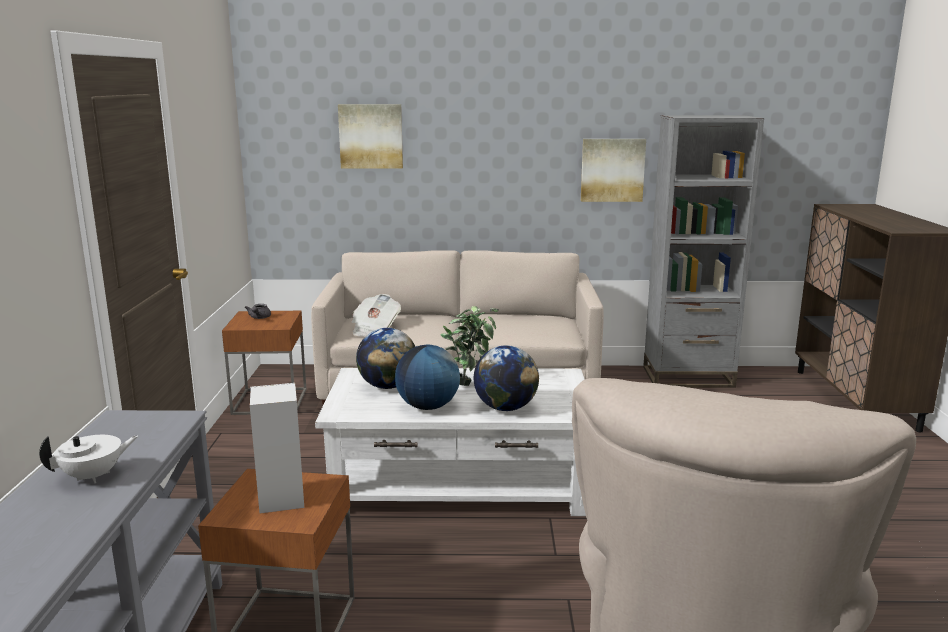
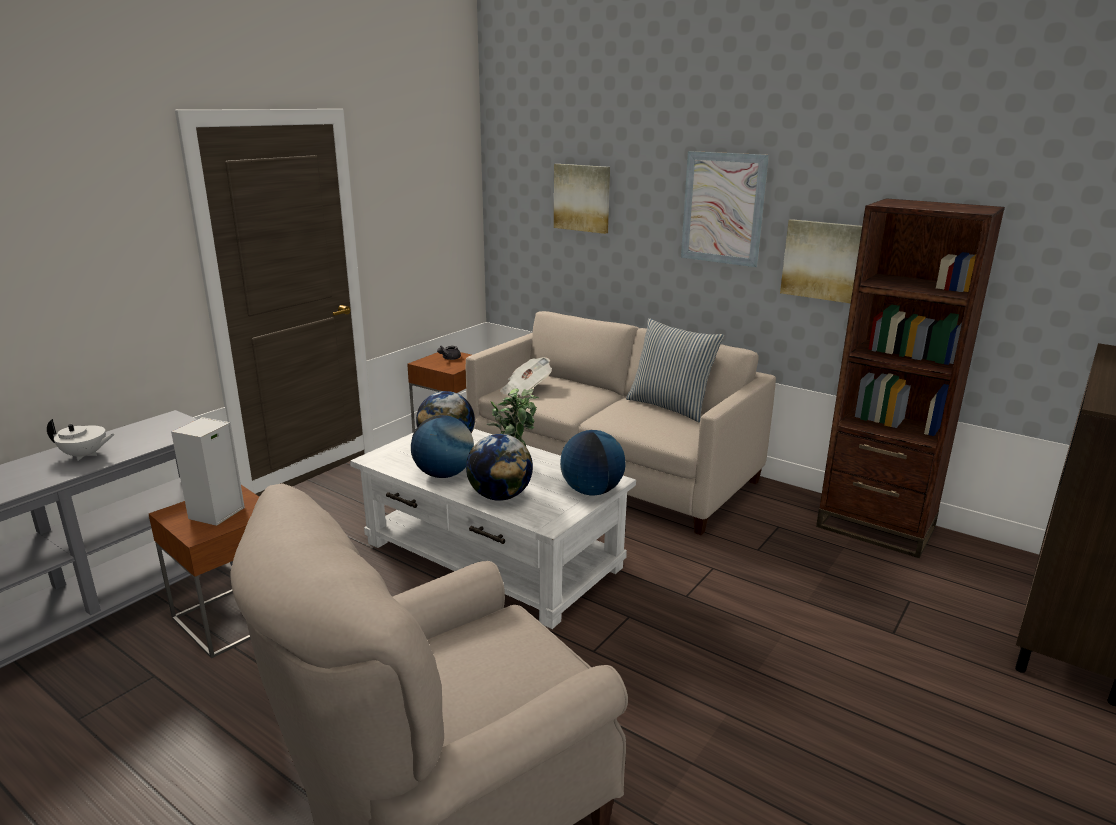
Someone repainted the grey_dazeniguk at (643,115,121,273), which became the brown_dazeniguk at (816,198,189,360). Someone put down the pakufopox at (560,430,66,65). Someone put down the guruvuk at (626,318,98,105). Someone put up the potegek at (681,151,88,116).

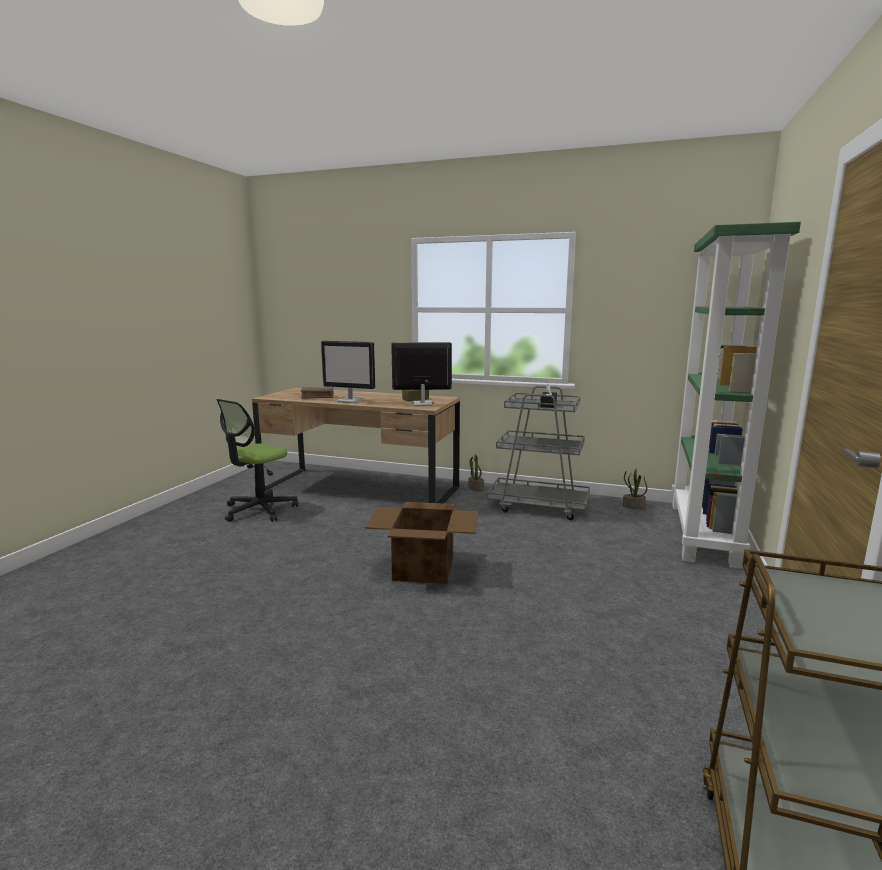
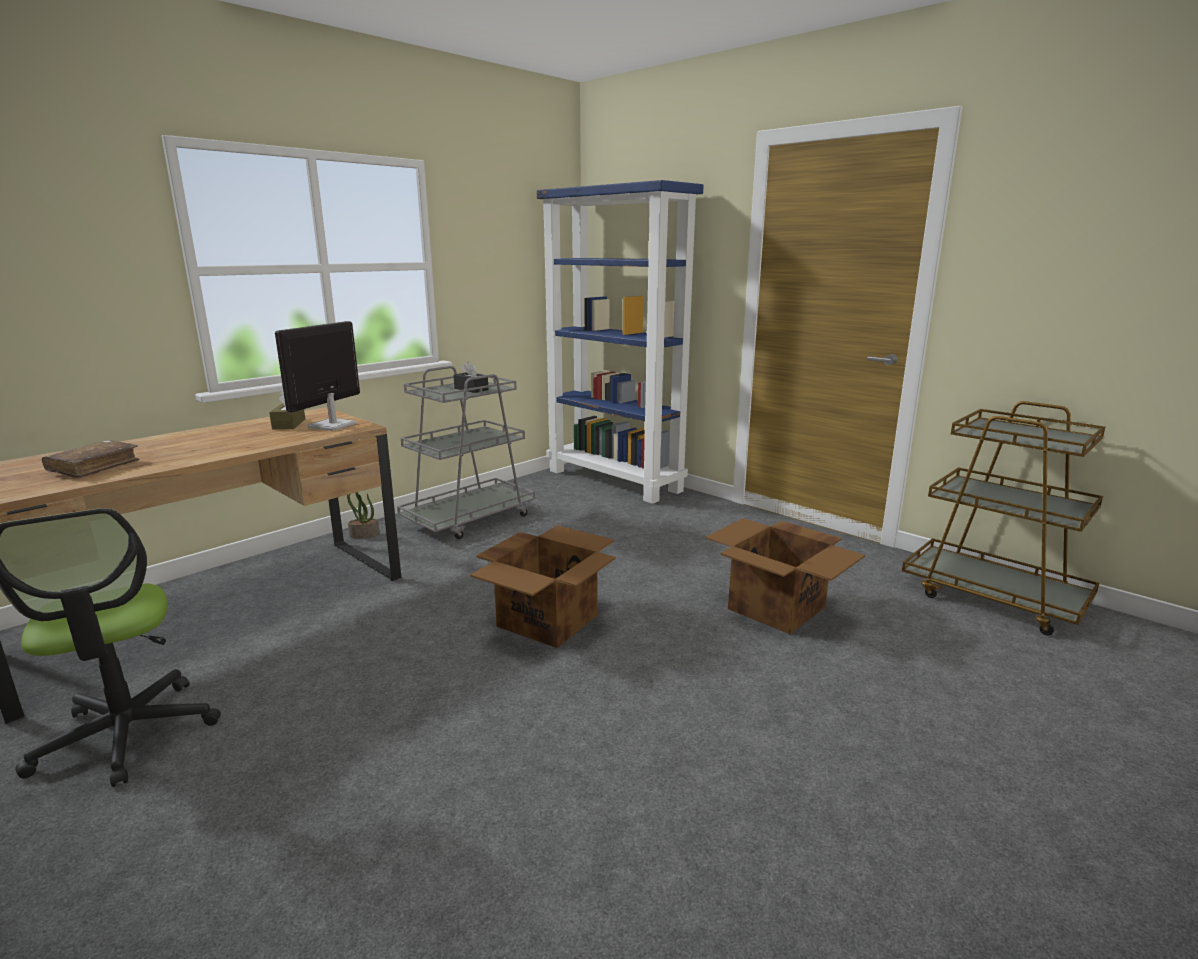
Someone took away the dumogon at (321,341,54,62). Someone took away the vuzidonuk at (623,469,24,40). Someone repainted the green_dazeniguk at (672,222,129,347), which became the blue_dazeniguk at (537,180,167,324). Someone put down the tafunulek at (705,518,160,116).

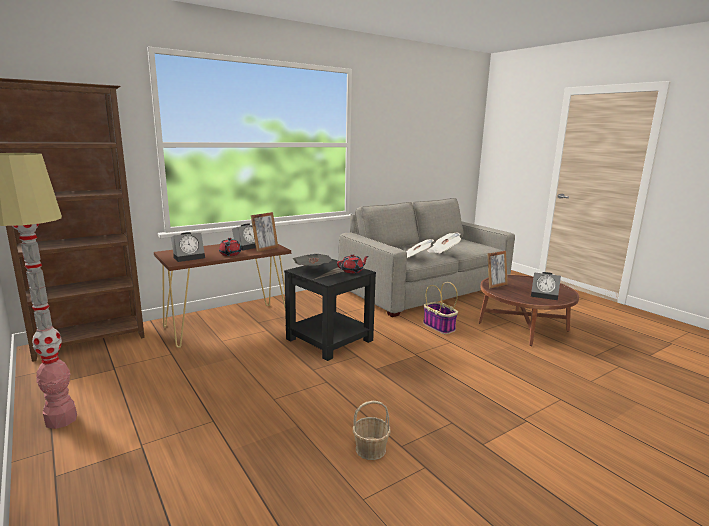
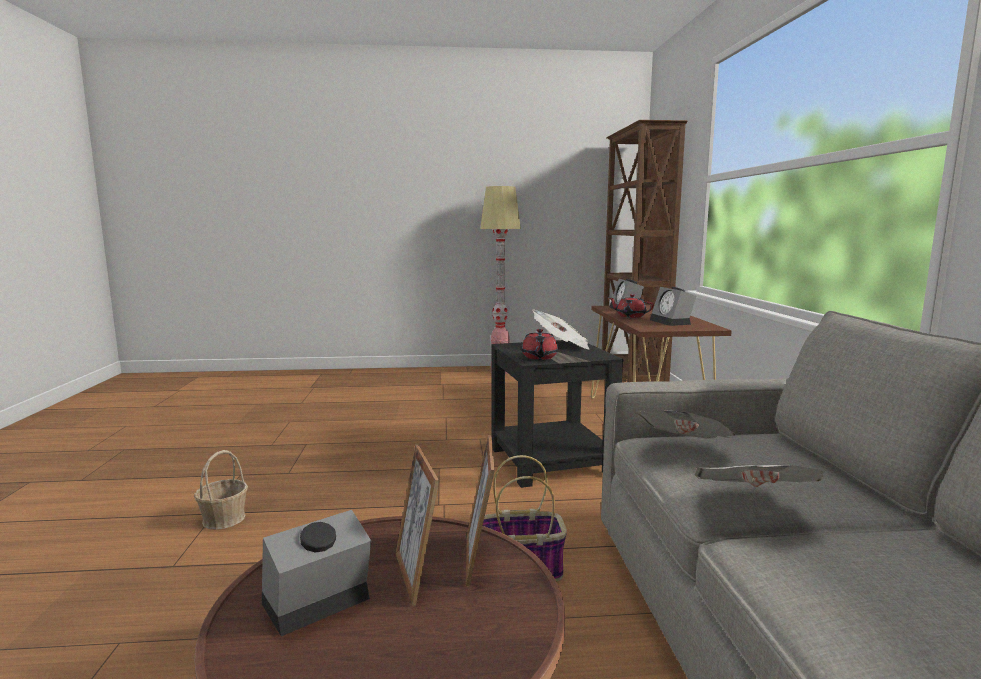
Someone carried the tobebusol from (251,212,27,40) to (396,445,43,161). Someone carried the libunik from (353,401,38,59) to (194,450,54,80).

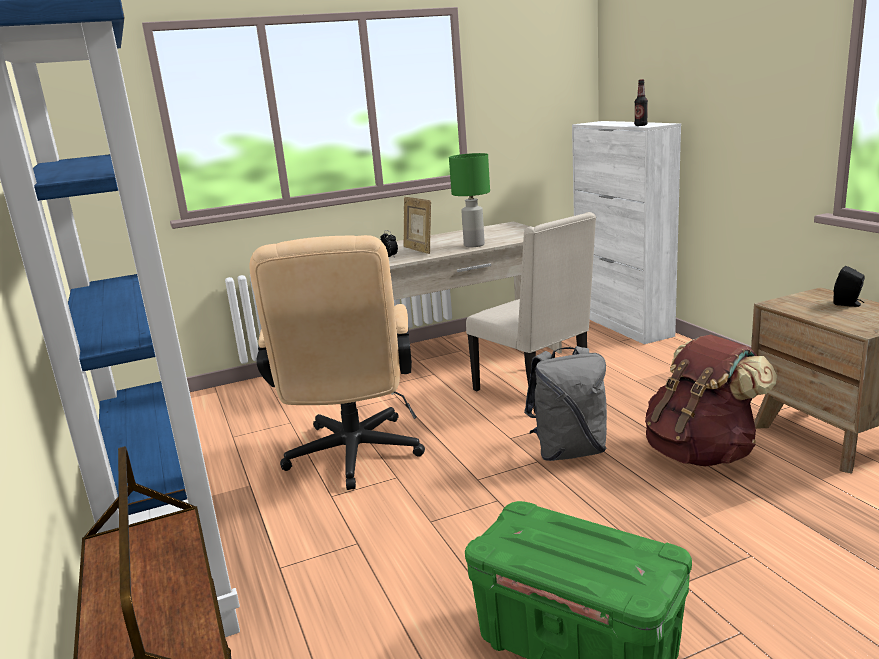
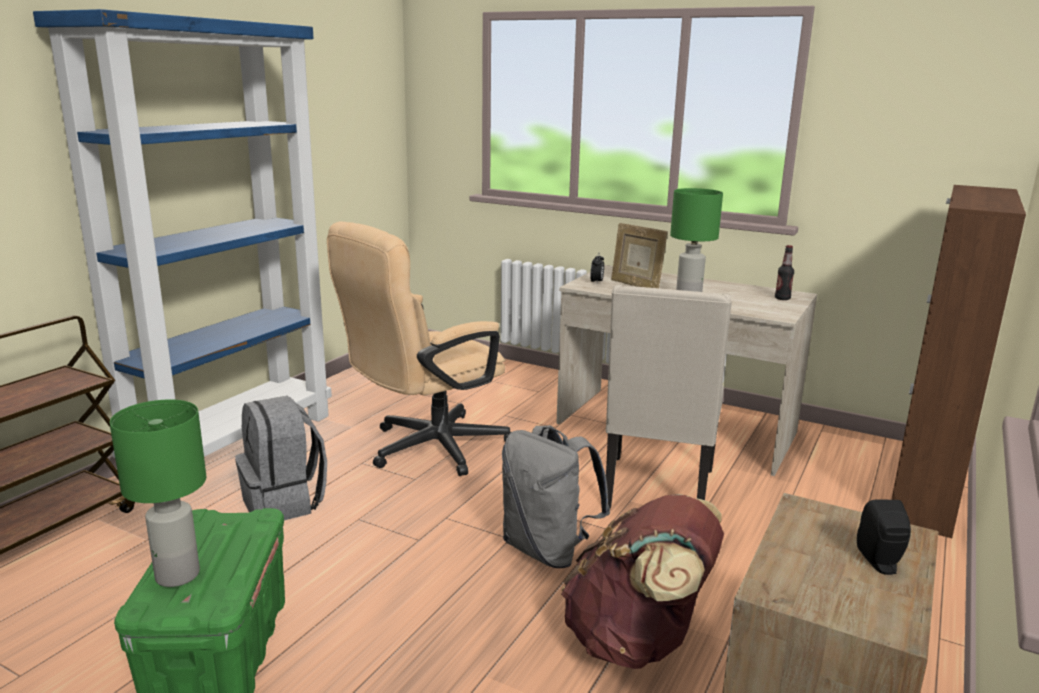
Someone rotated the tobebusol at (403,197,28,57) by 60 degrees counterclockwise. Someone repainted the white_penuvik at (572,121,109,223), which became the brown_penuvik at (892,185,134,353). Someone carried the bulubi from (634,79,14,47) to (775,245,19,55). Someone put down the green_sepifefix at (110,399,96,188). Someone put down the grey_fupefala at (235,396,92,124).

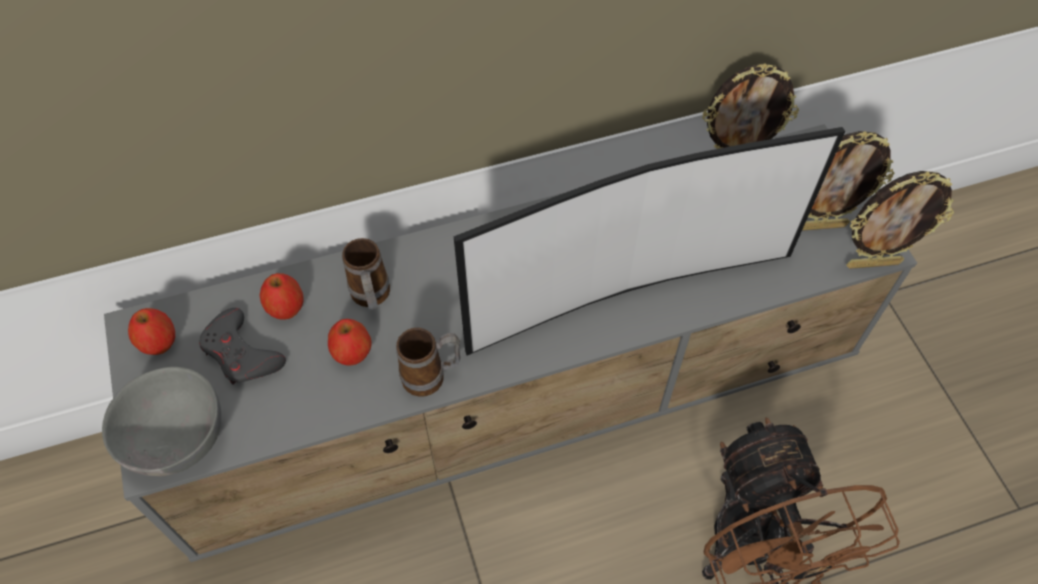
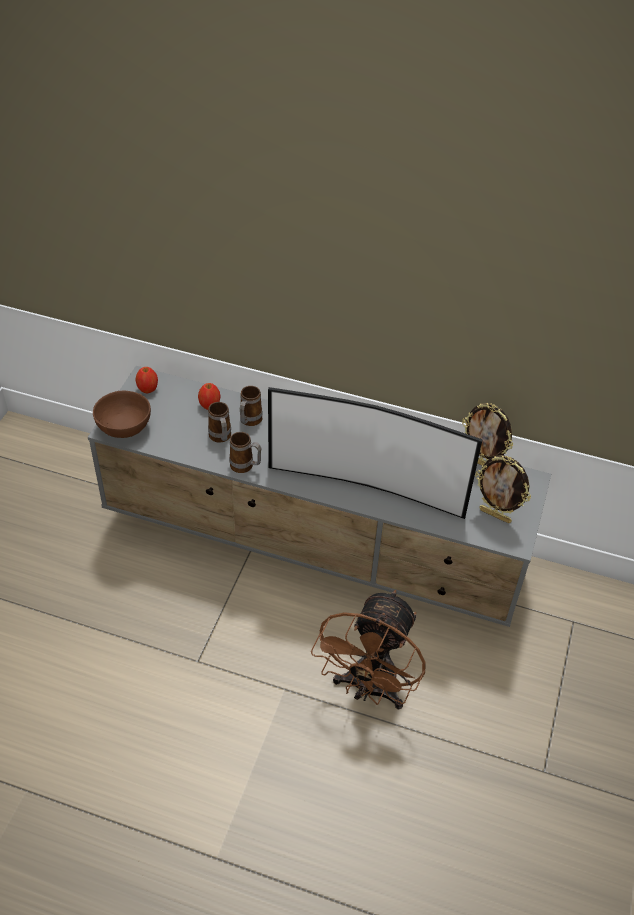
Someone repainted the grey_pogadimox at (102,367,119,109), which became the brown_pogadimox at (93,391,58,47). Someone took away the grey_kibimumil at (199,308,87,76). Someone swapped the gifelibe at (328,319,44,47) for the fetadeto at (208,402,23,41). Someone took away the tobebusol at (846,171,108,98).

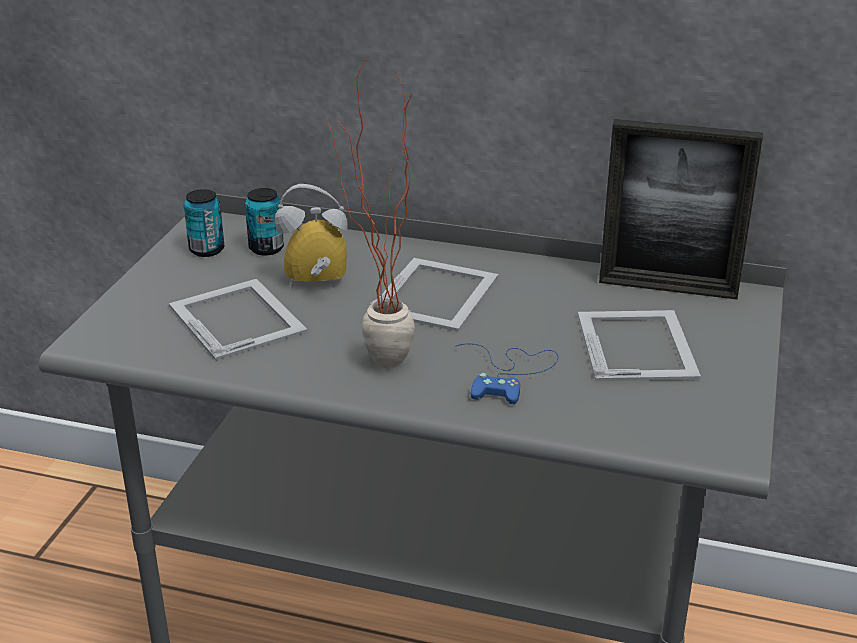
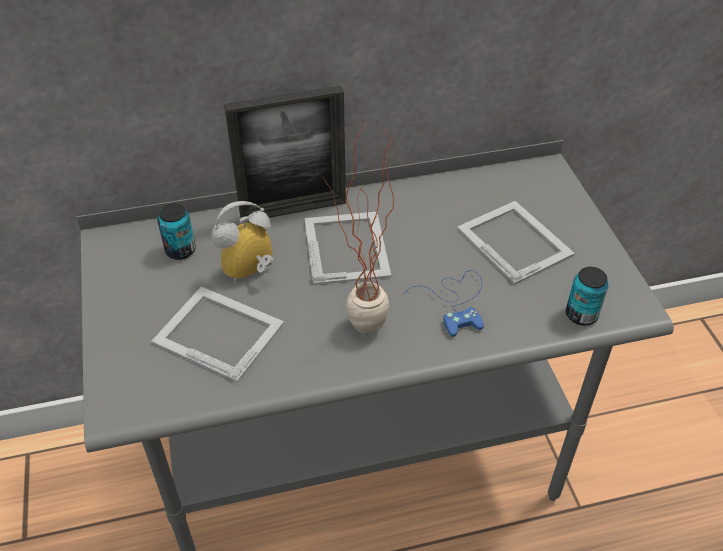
Someone carried the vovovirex from (184,189,40,68) to (566,267,43,59). Someone carried the tobebusol from (599,119,164,181) to (224,85,122,137).

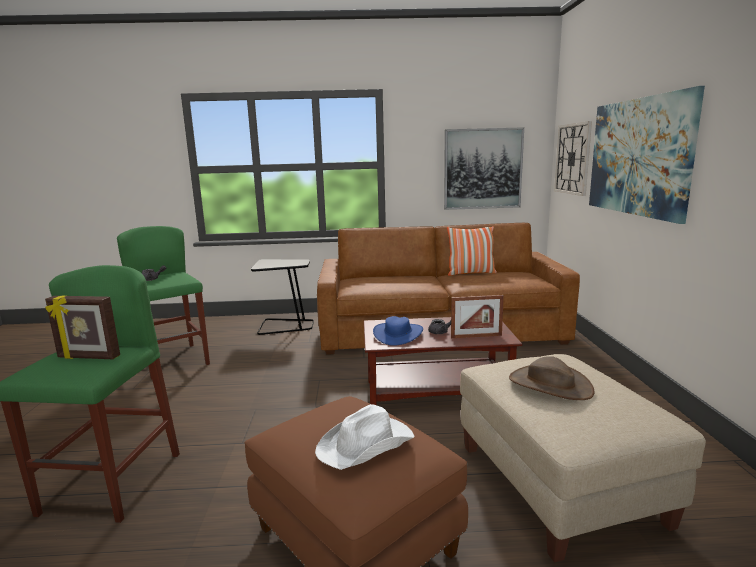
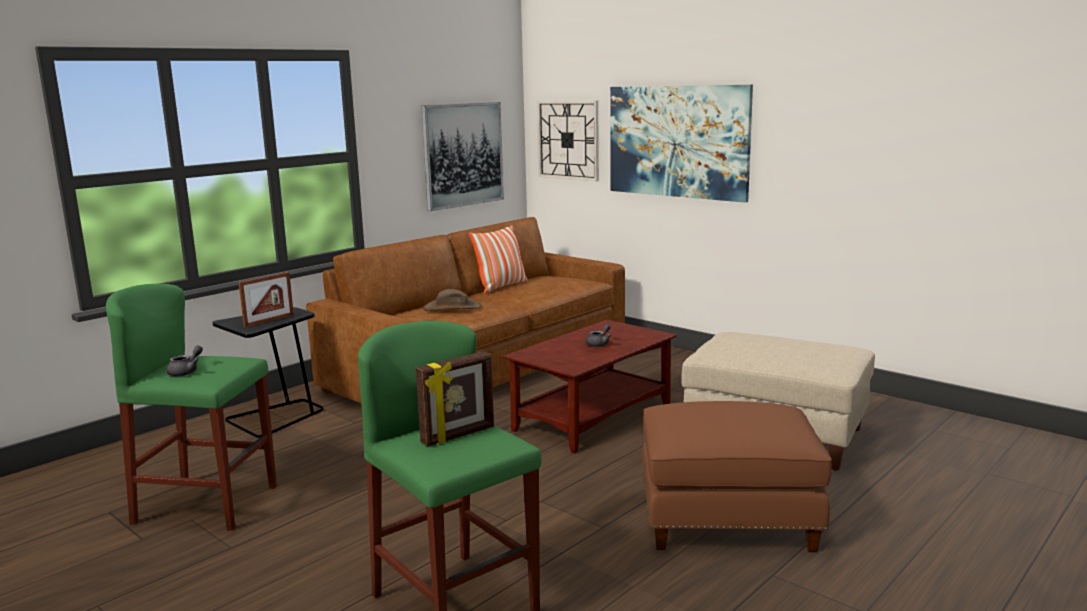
Someone took away the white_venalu at (315,404,100,66). Someone took away the blue_venalu at (373,316,50,30). Someone carried the tobebusol from (451,295,53,43) to (238,272,56,55). Someone carried the brown_venalu from (509,356,86,44) to (423,289,59,22).

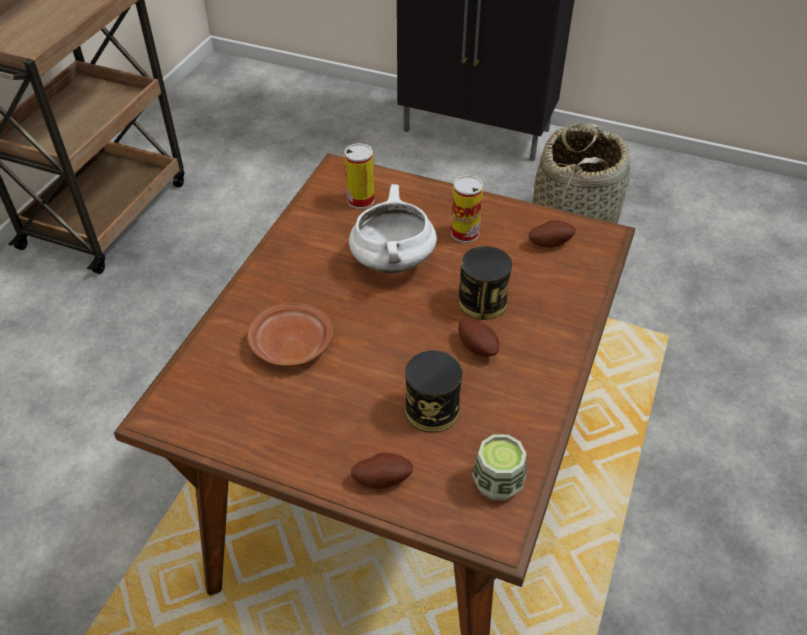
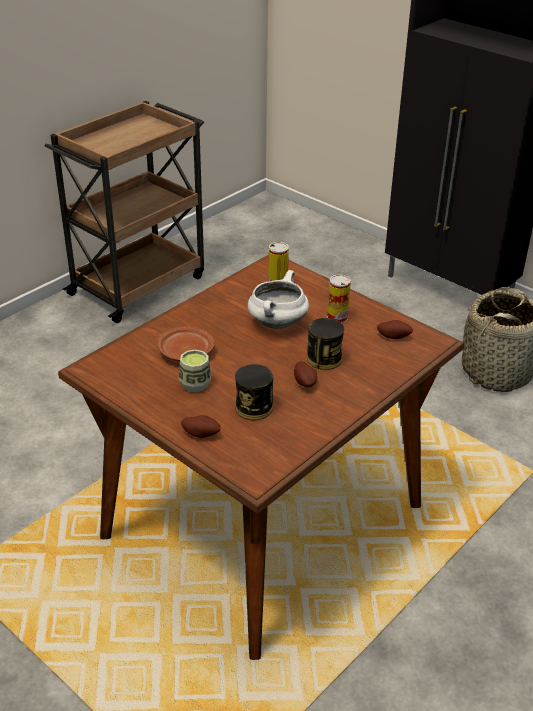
Someone carried the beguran from (472,434,54,67) to (179,349,32,43).

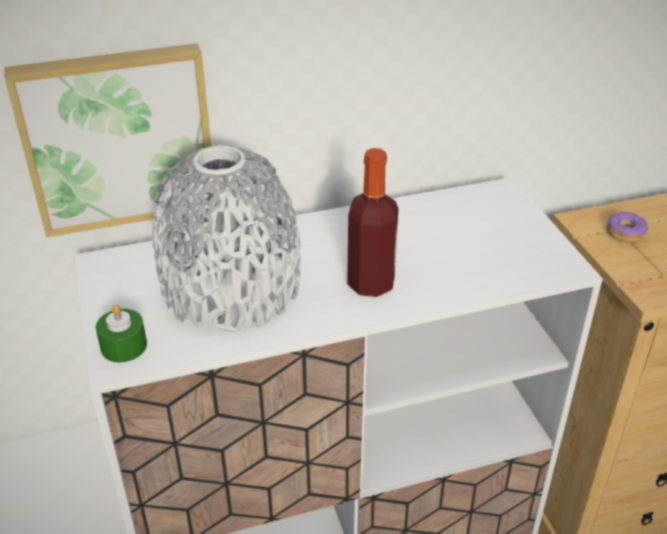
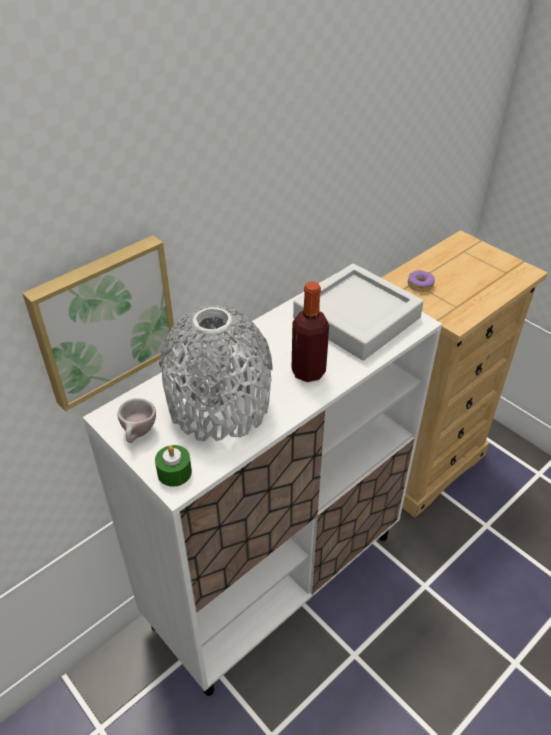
Someone put down the beige_beguran at (118,398,38,45). Someone put down the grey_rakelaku at (293,263,131,97).

